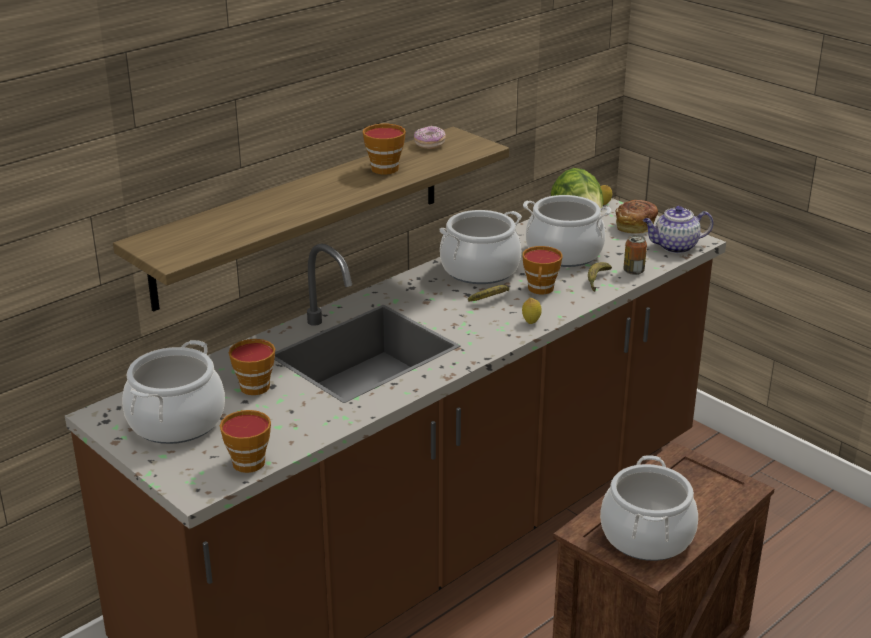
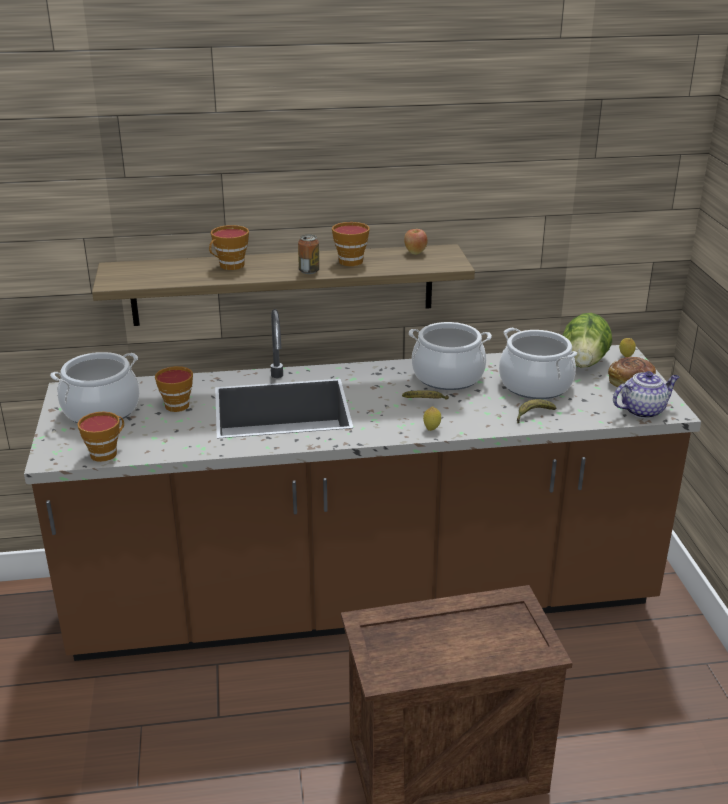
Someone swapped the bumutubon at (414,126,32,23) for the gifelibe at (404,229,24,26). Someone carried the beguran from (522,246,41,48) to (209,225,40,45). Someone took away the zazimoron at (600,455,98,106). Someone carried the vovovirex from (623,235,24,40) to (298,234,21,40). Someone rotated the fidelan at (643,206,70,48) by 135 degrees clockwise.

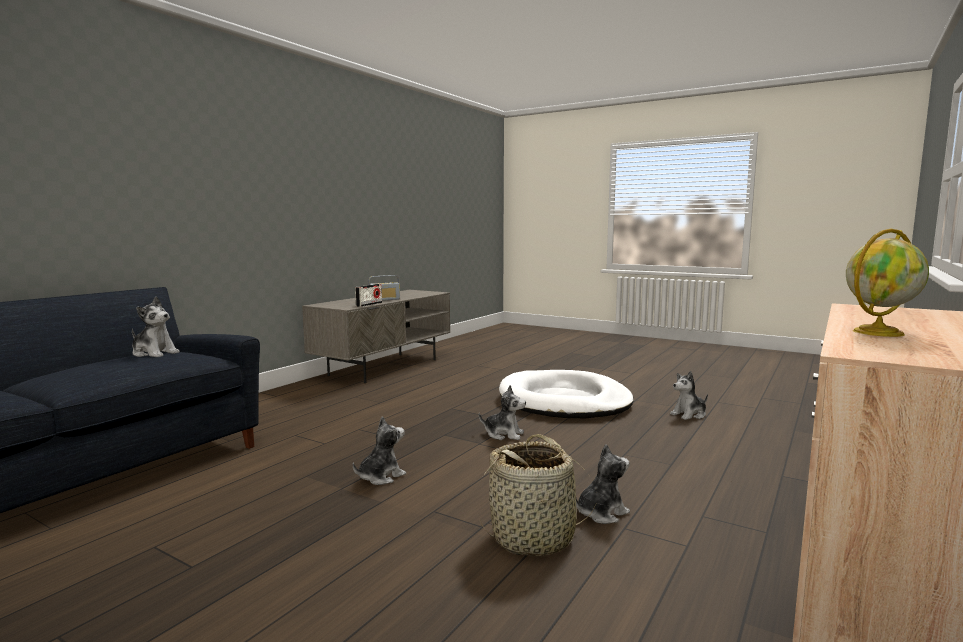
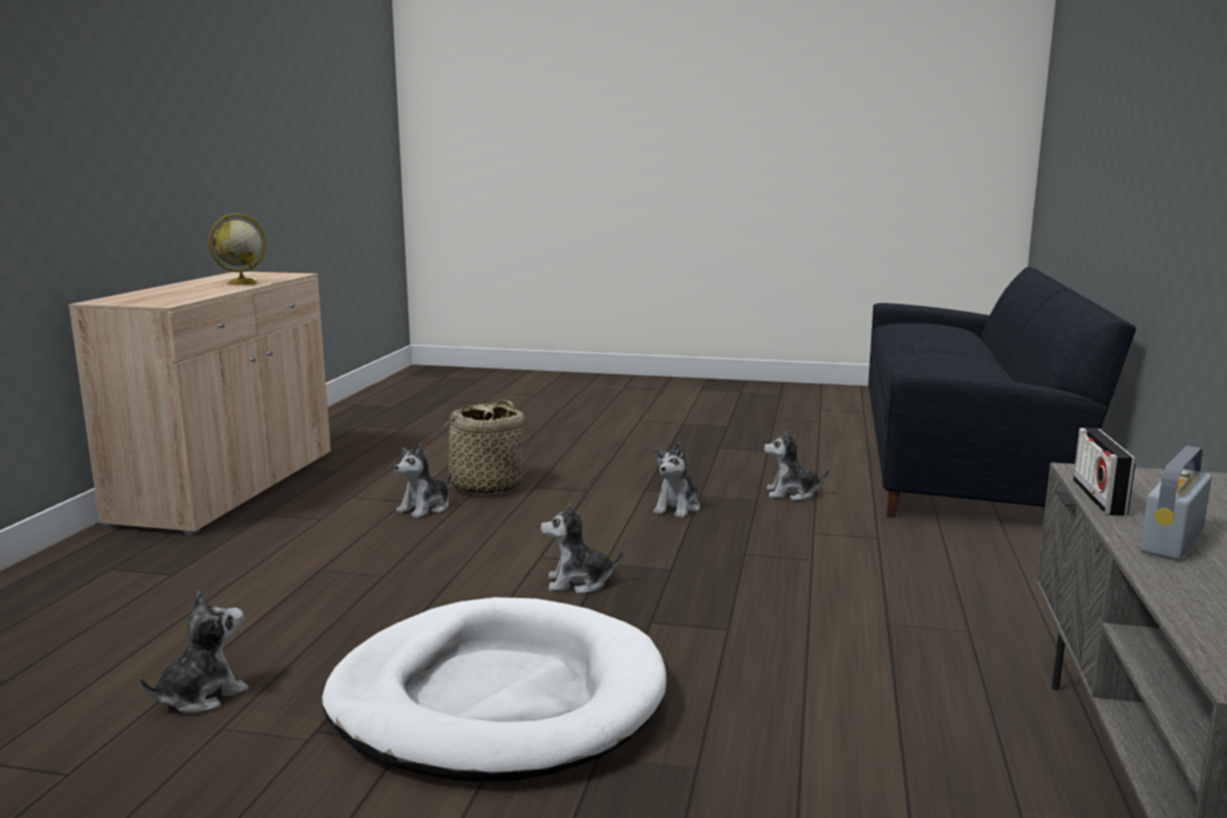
Someone carried the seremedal from (132,297,48,60) to (764,430,65,71).

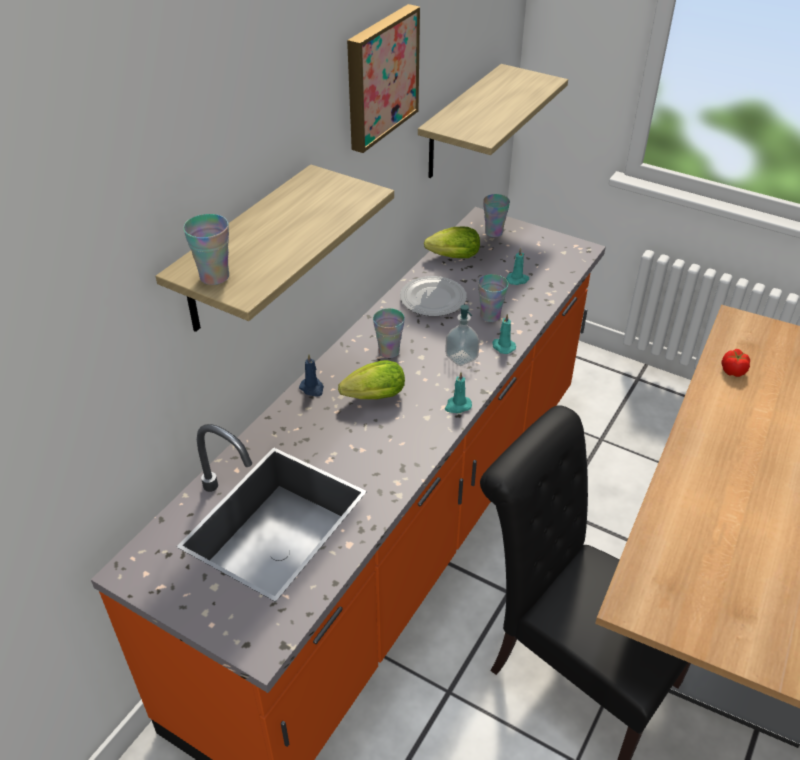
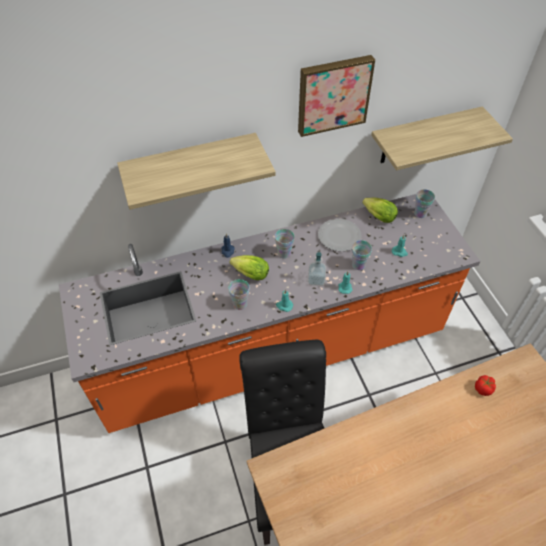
Someone carried the beguran from (183,214,46,71) to (228,279,21,31).

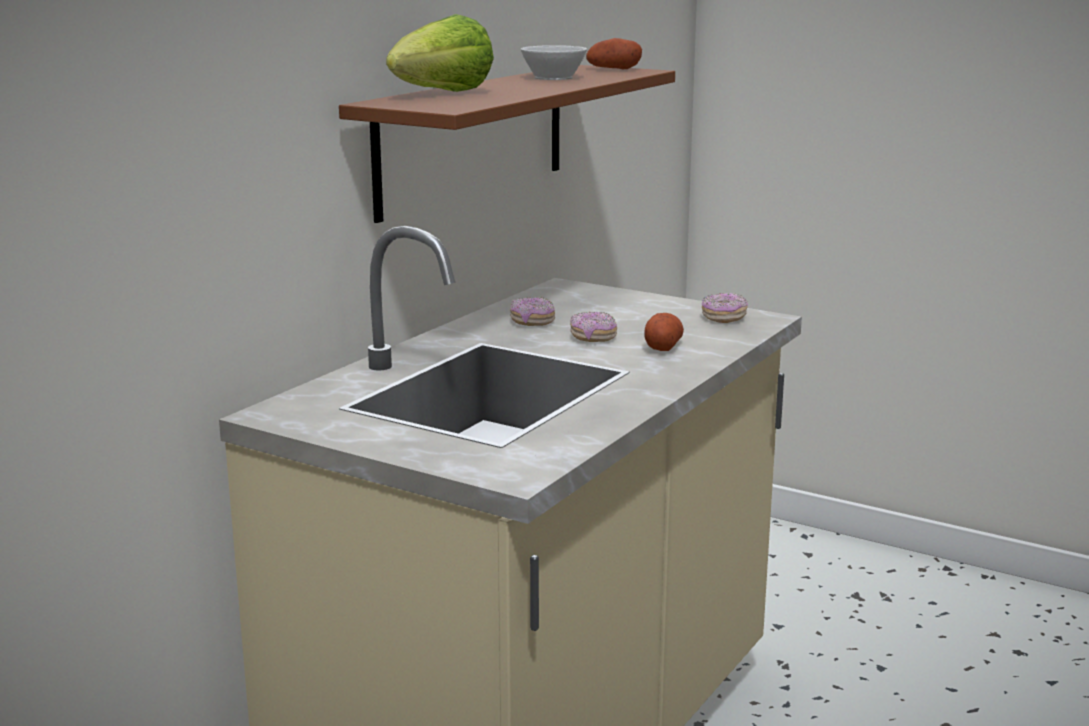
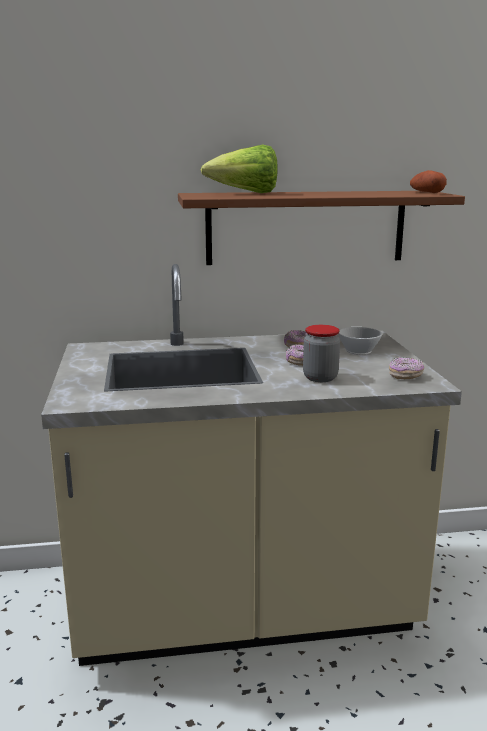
Someone carried the white_beguran from (521,45,66,35) to (338,327,44,28). Someone swapped the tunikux at (644,313,40,38) for the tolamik at (303,325,37,57).

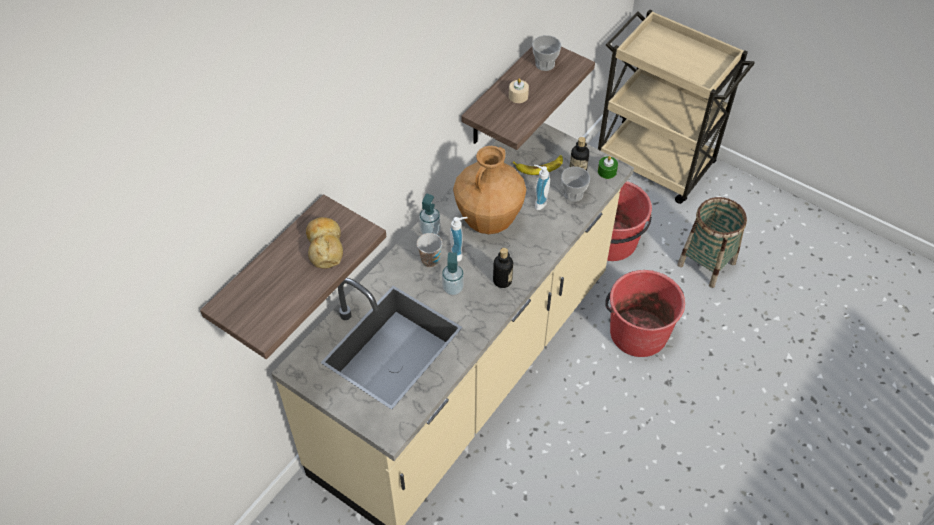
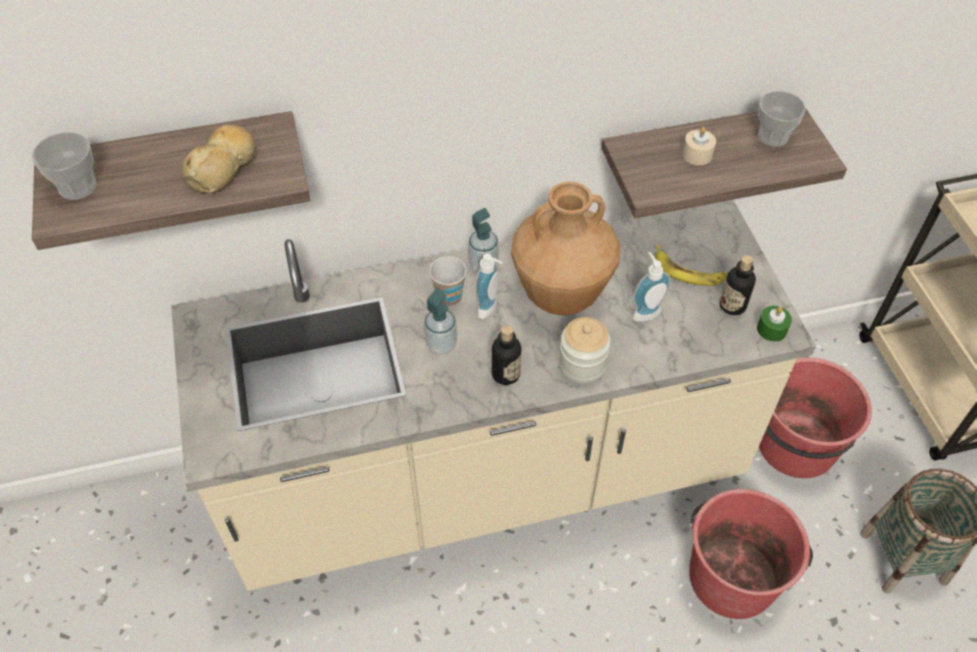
Someone carried the beguran from (561,167,29,35) to (32,132,65,68). Someone put down the tolamik at (559,317,52,67).

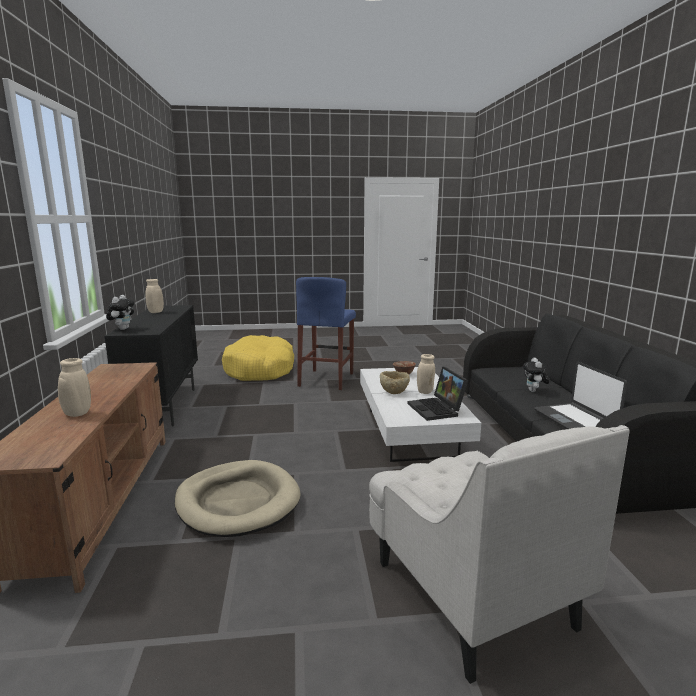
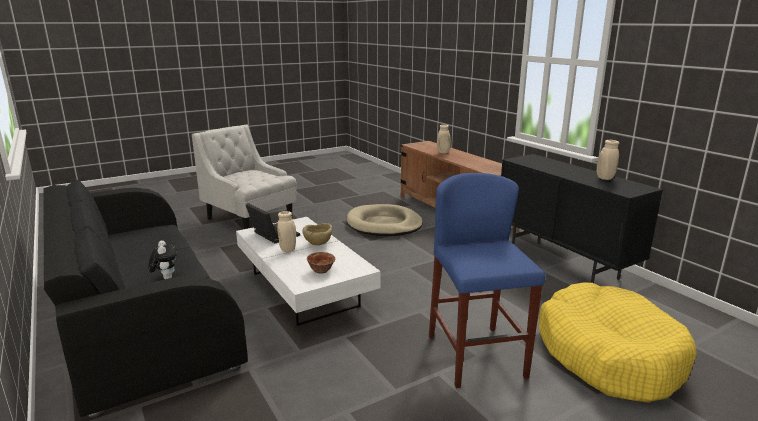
Someone took away the seremedal at (106,295,29,35). Someone took away the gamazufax at (534,362,93,67).

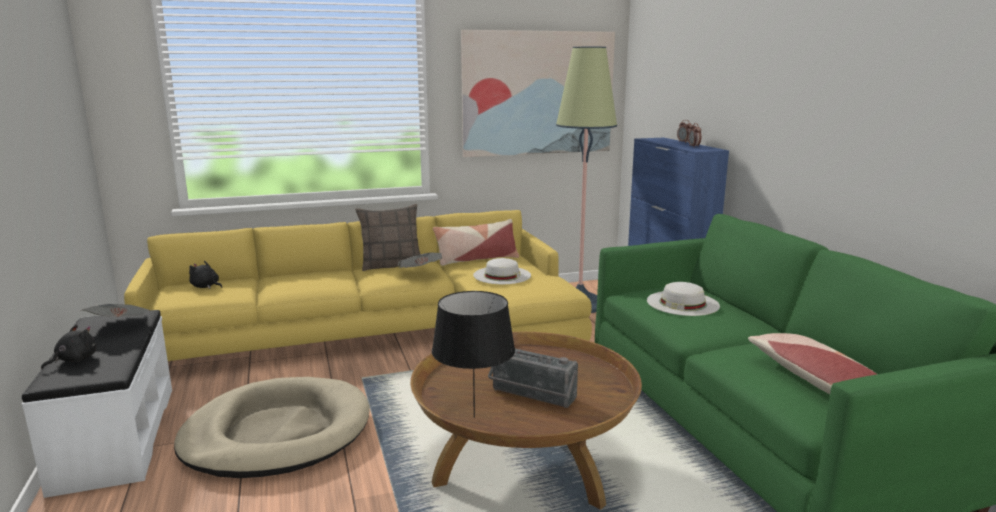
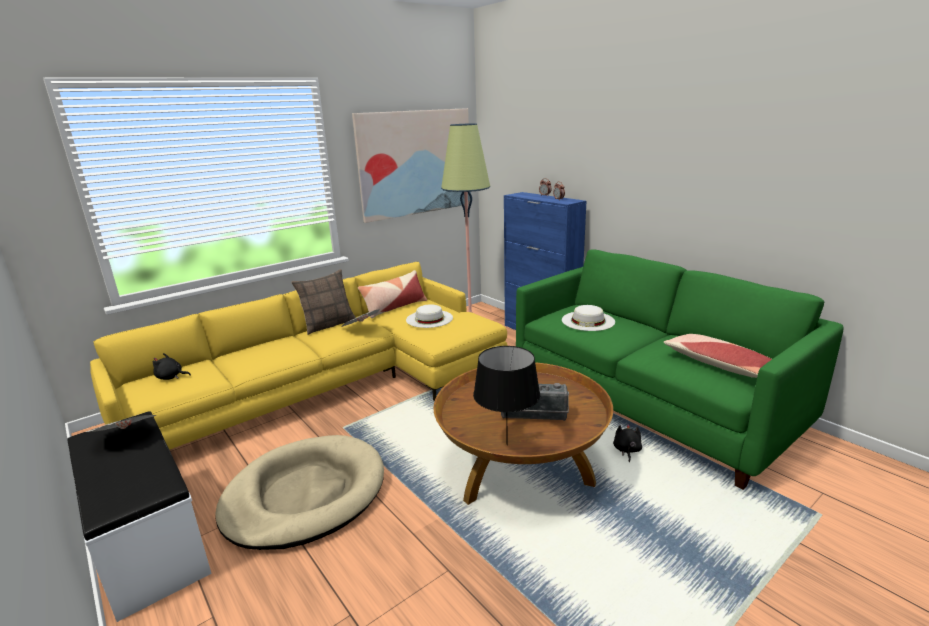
Someone carried the black_seremedal from (41,325,56,44) to (613,424,29,38).

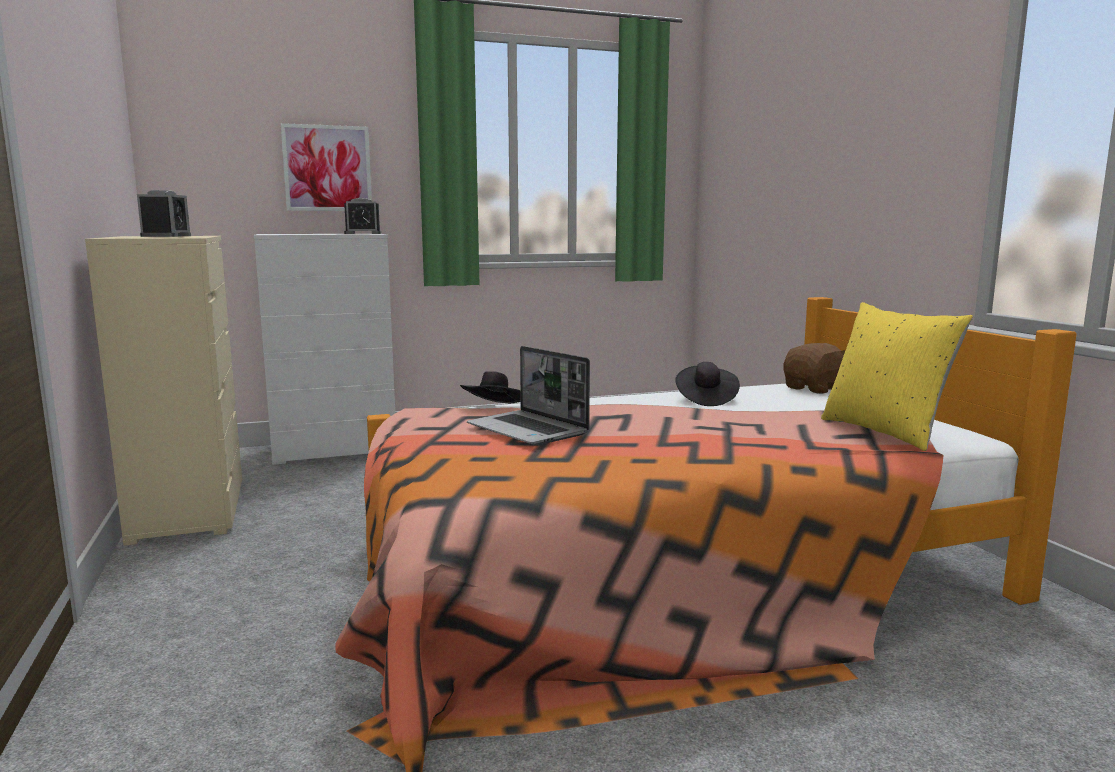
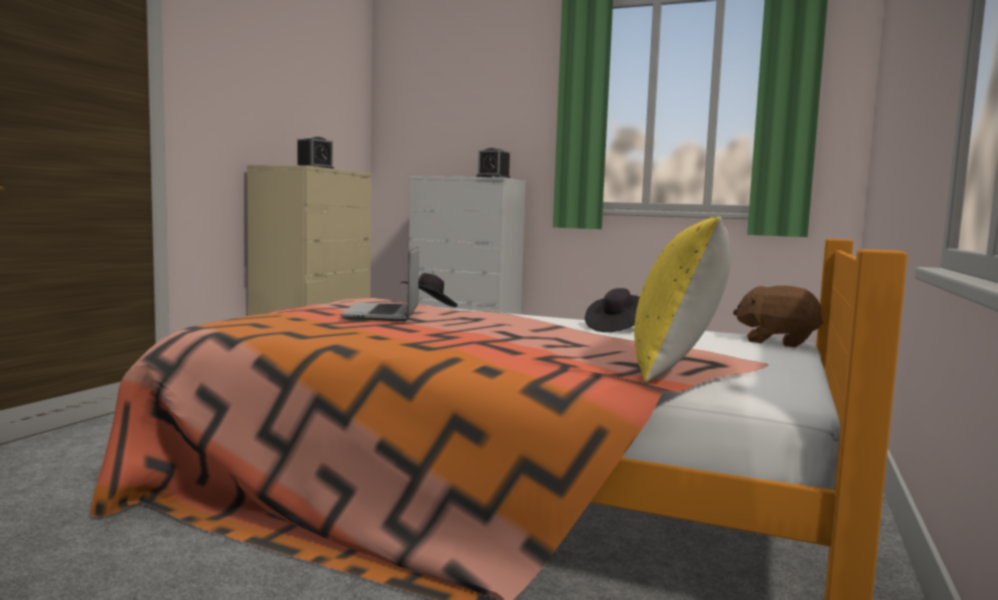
Someone took away the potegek at (281,123,91,88). Someone rotated the brown_seremedal at (784,343,62,51) by 150 degrees counterclockwise.

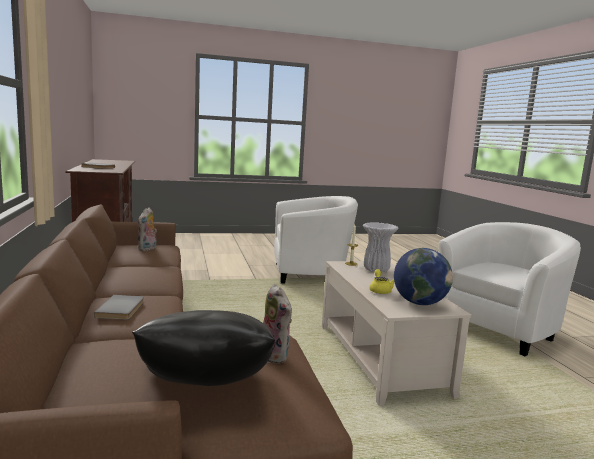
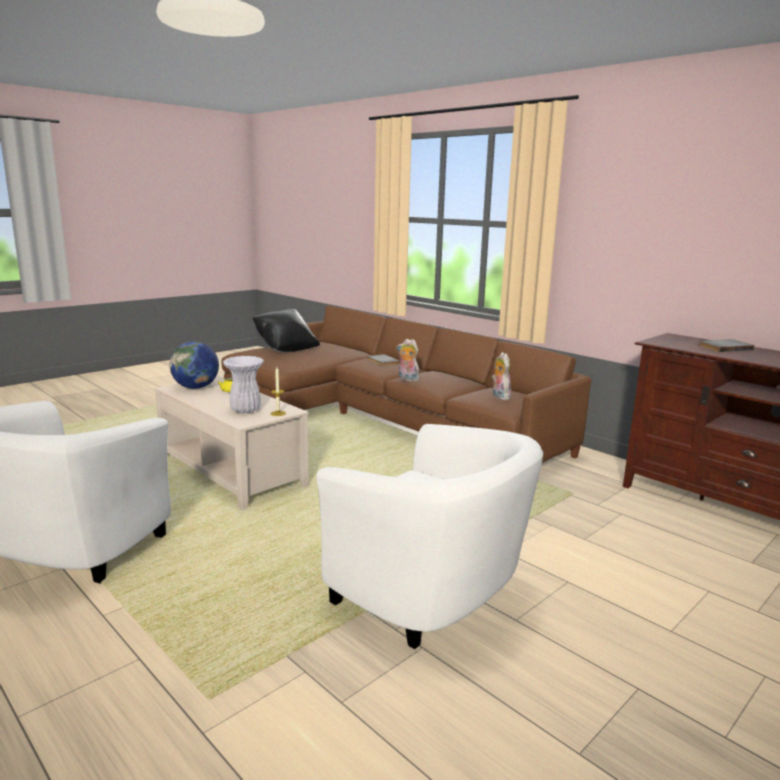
Someone carried the seremedal from (263,284,29,79) to (397,339,22,43). Someone rotated the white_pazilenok at (274,196,84,88) by 105 degrees counterclockwise.

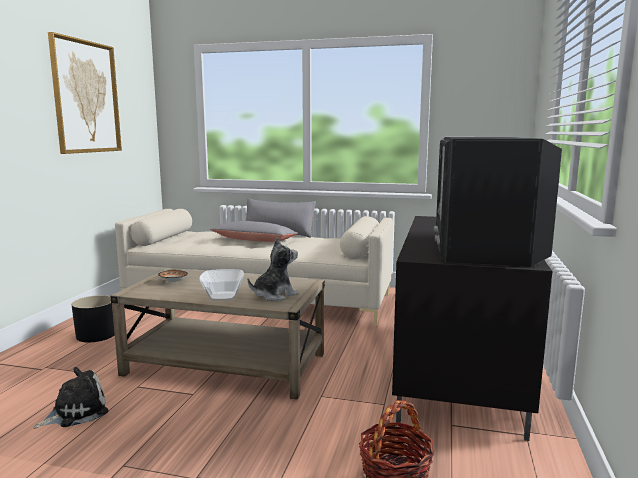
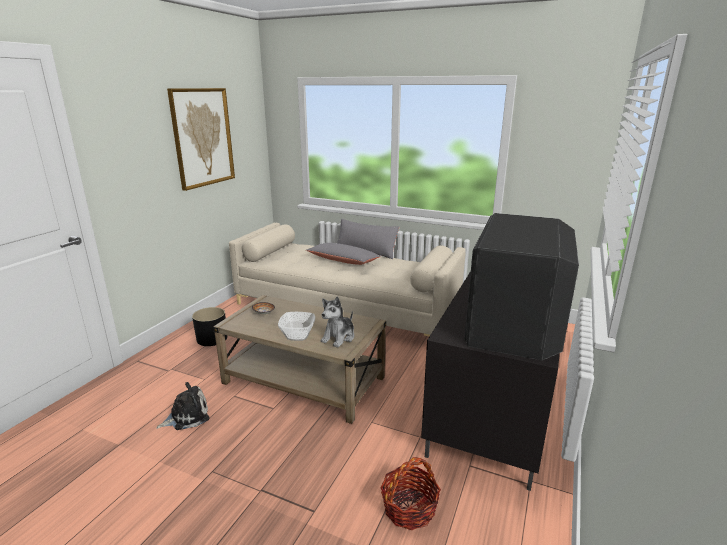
Someone rotated the seremedal at (248,237,51,64) by 150 degrees clockwise.

